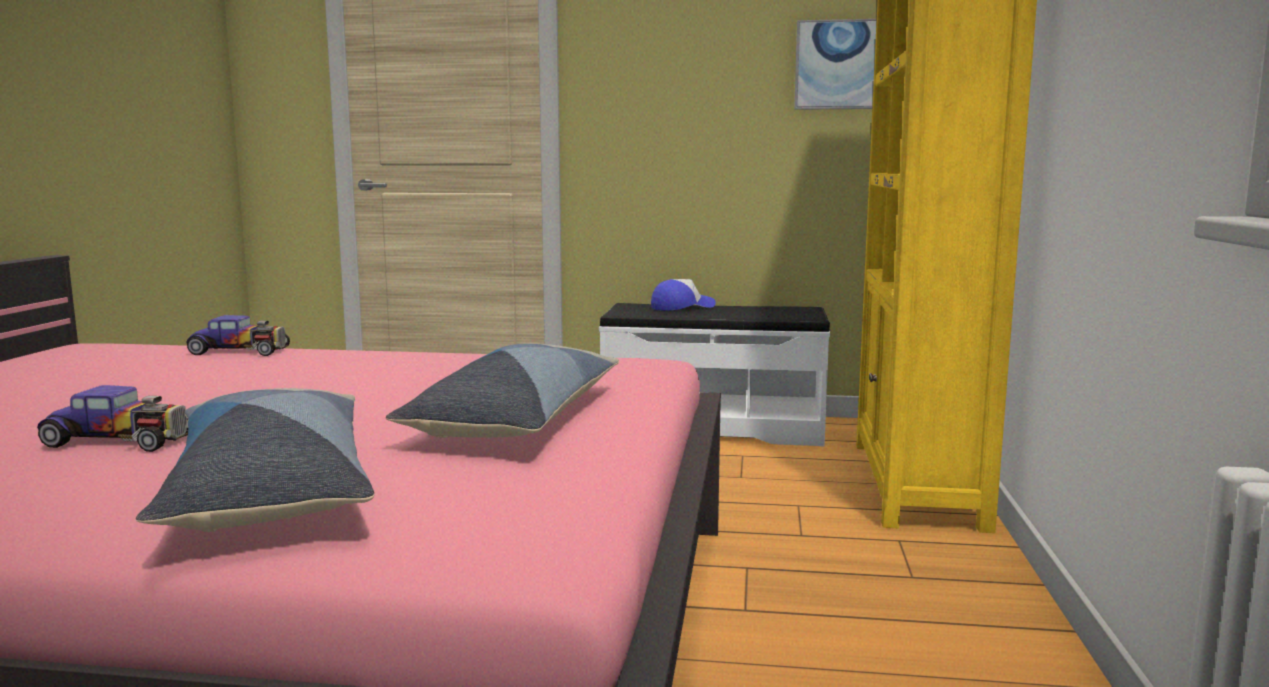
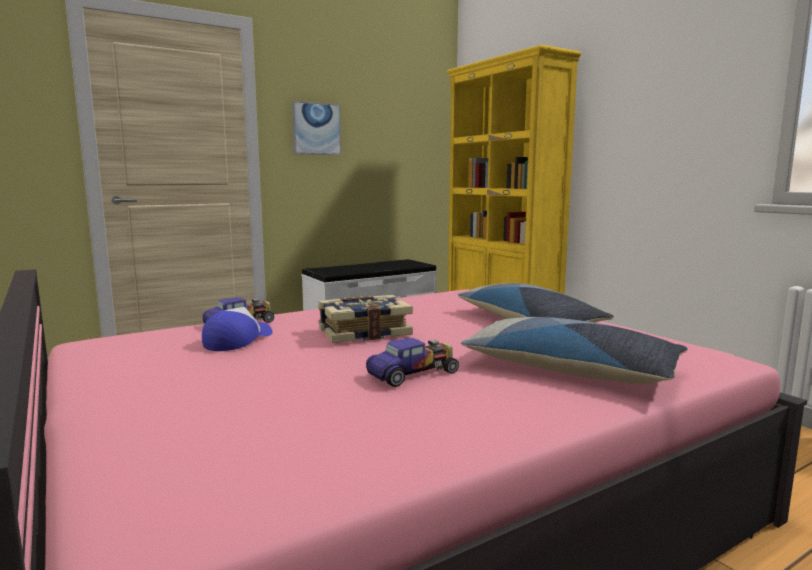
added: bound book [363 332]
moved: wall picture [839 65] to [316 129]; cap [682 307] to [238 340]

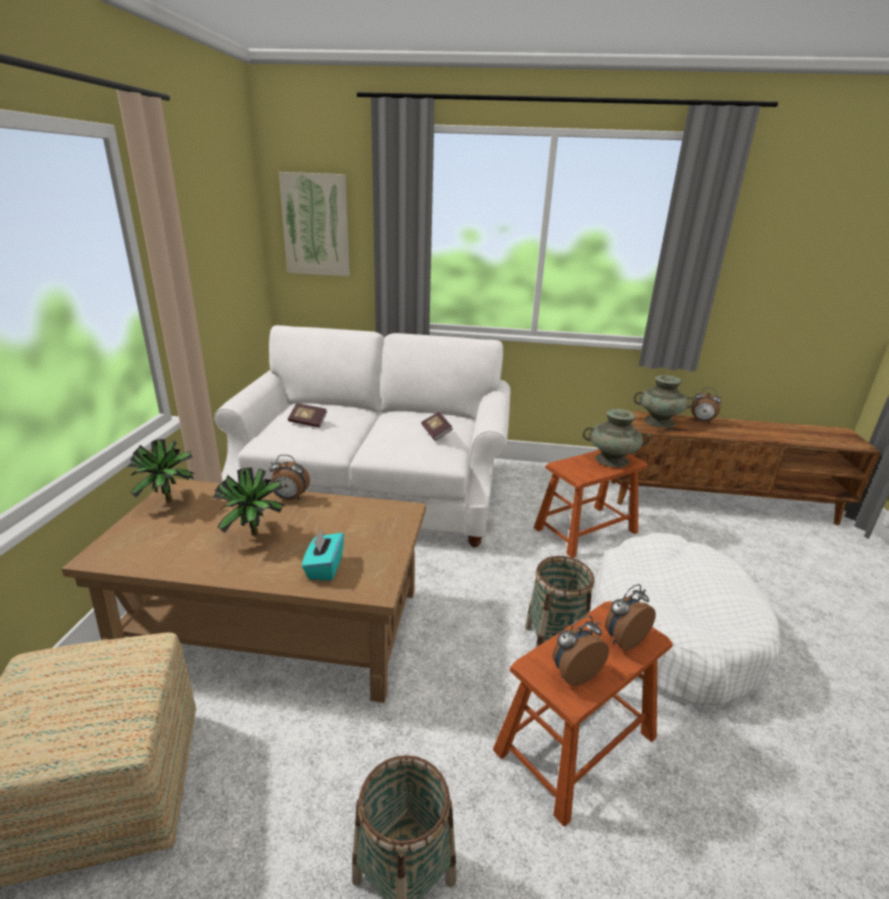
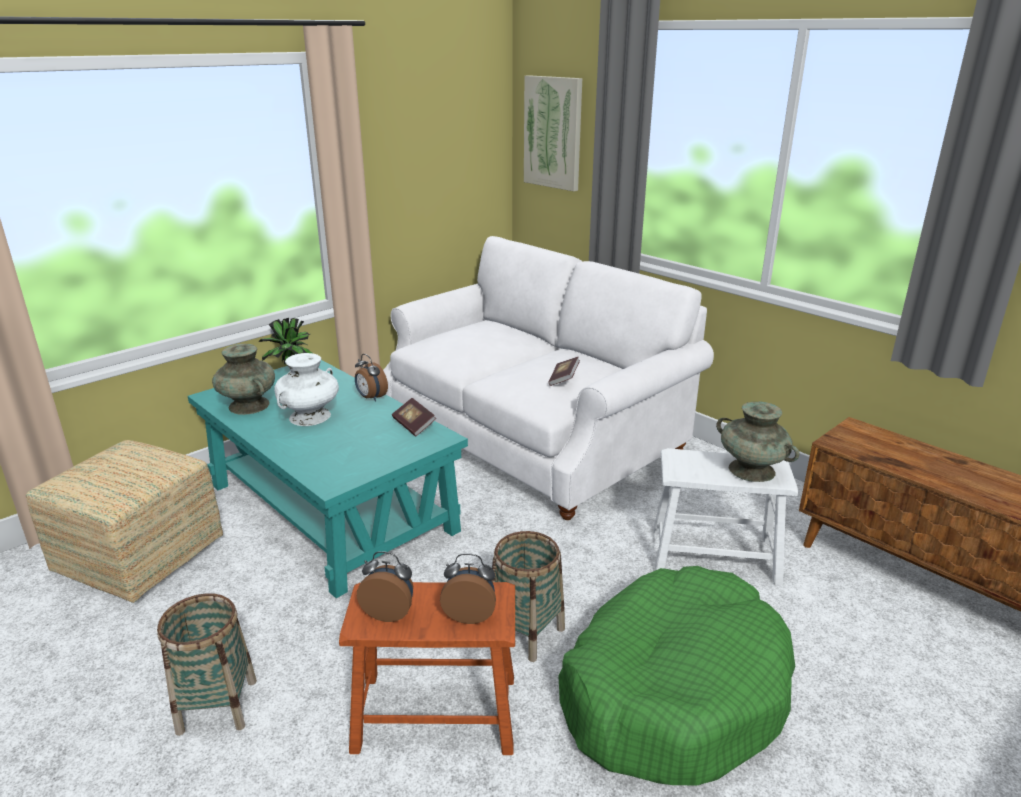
removed: bedside clock [701 421]; turquoise box of tissues [324 568]
moved: turquoise vase [659 422] to [249 406]; bound book [308 422] to [414 425]
replaced: houseplant [255 537] to white vase [309 417]
recoloured: brown stool [585 530] to white stool [714 554]; brown coffee table [276 623] to turquoise coffee table [332 507]; white dog bed [673 630] to greenish dog bed [672 691]

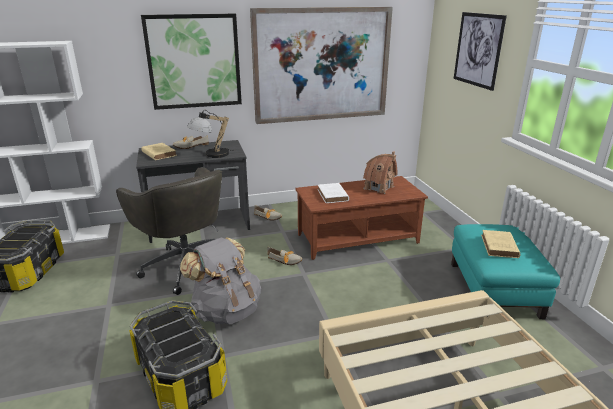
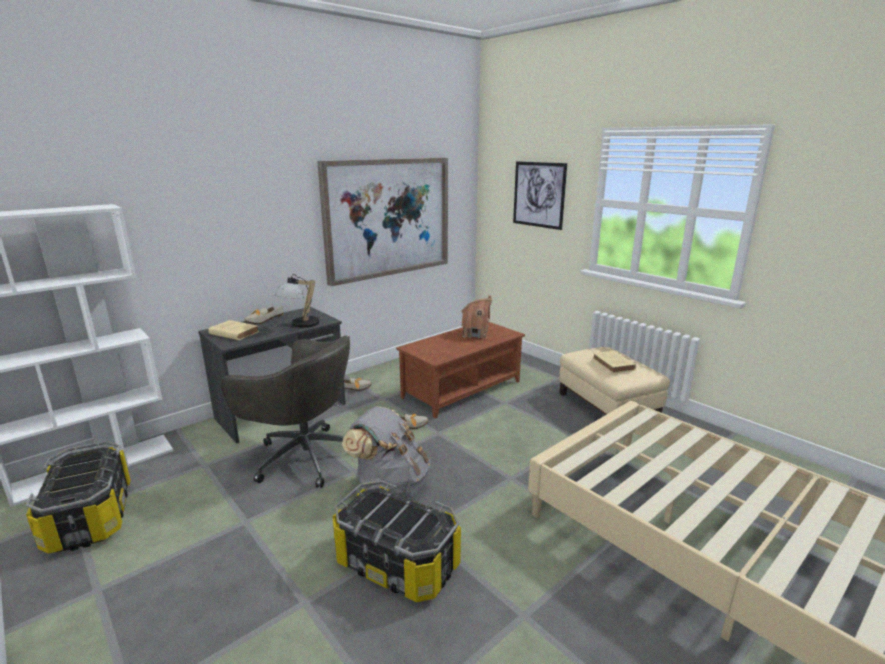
removed: wall picture [194 61]; white bound book [333 195]
recoloured: turquoise pouffe [494 289] to beige pouffe [608 406]

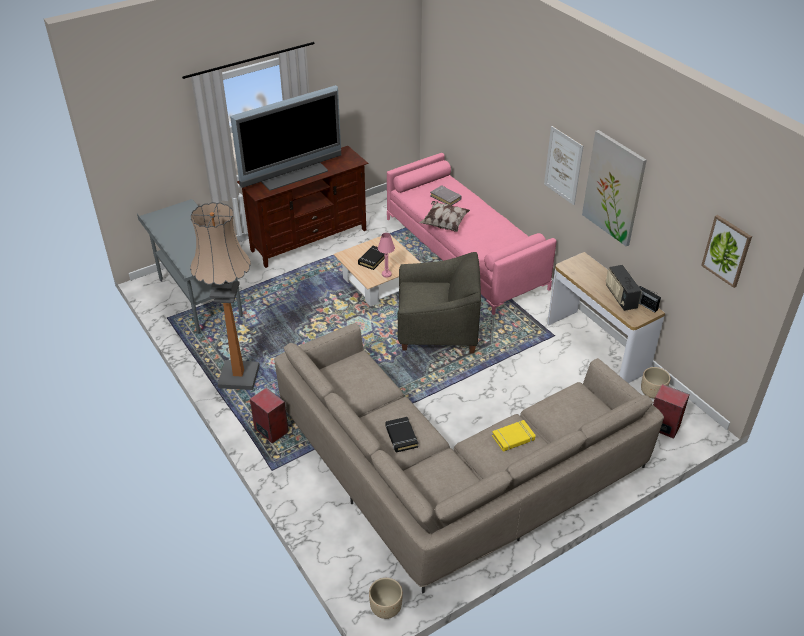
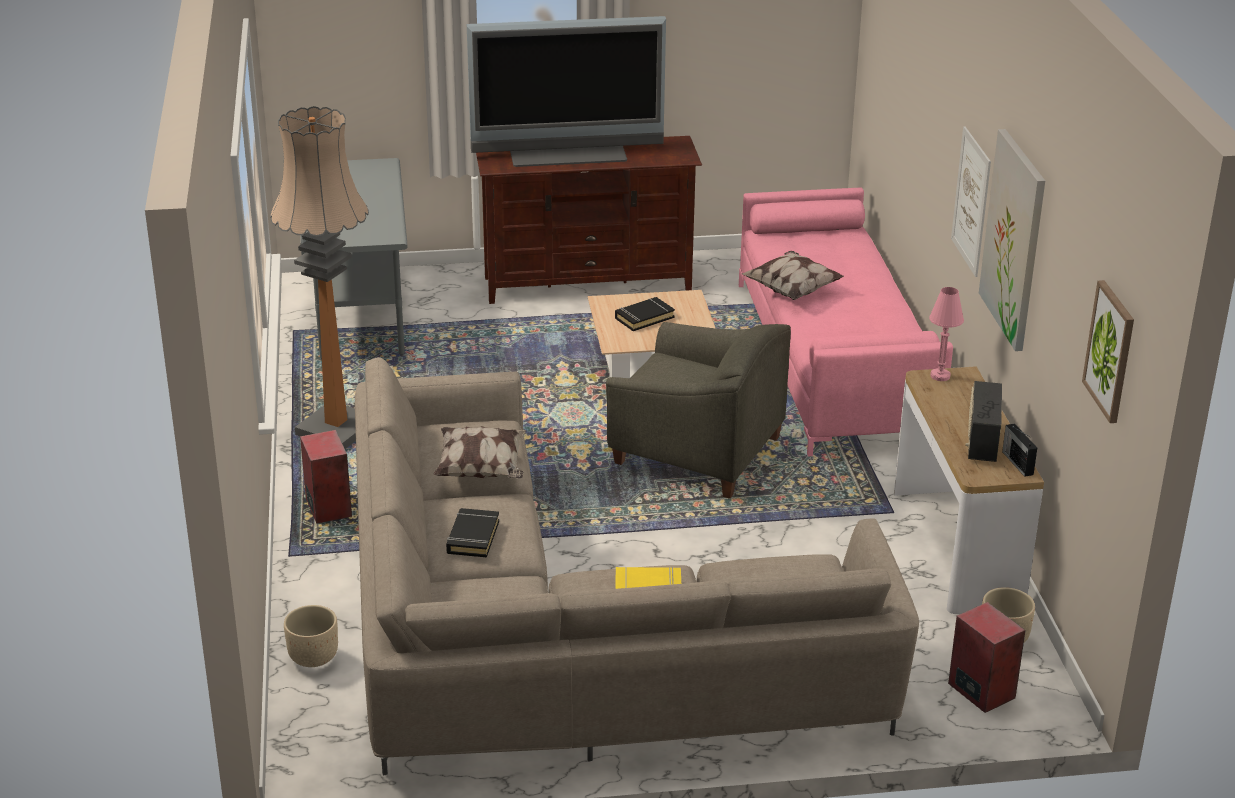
removed: greyish bound book [445 197]
added: pillow [481 470]
moved: pinkish table lamp [386 274] to [940 376]; beige flower pot [386 608] to [313 657]

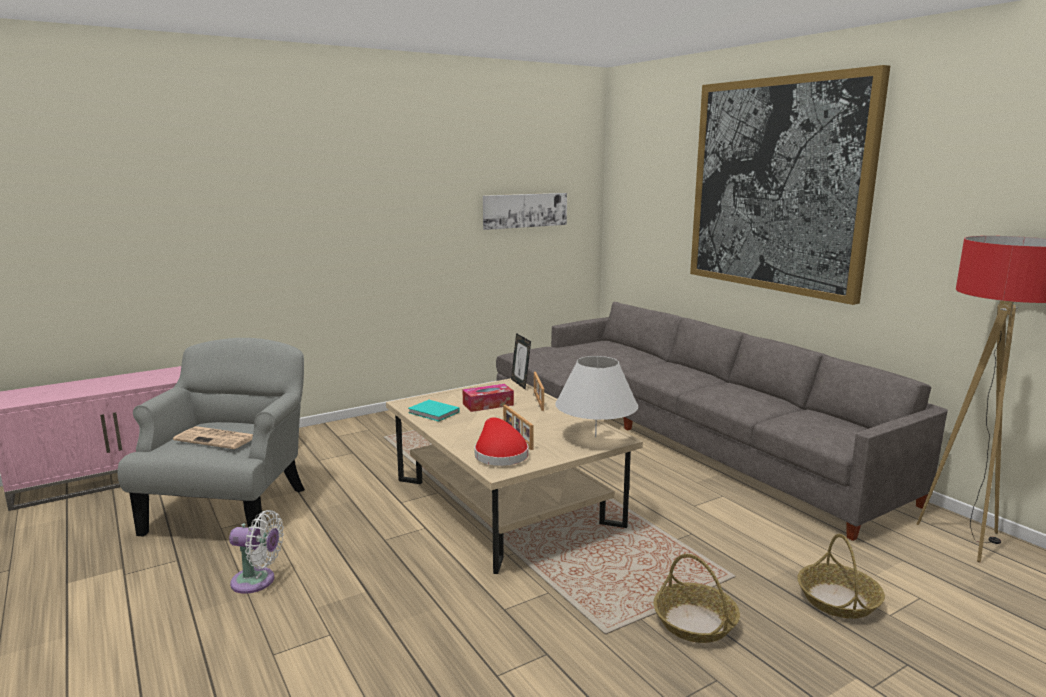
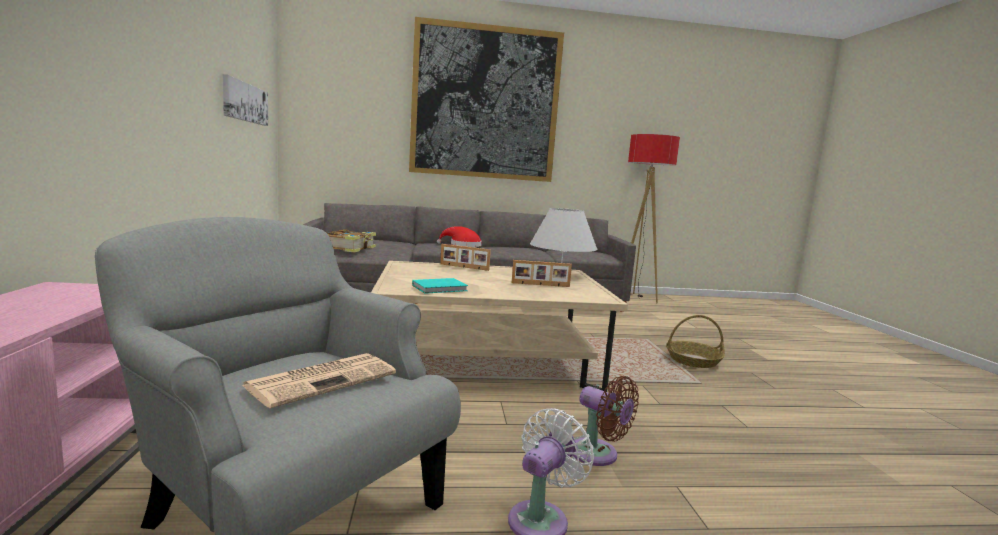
removed: standing frame [520 383]; box of tissues [488 404]; basket [838 600]
added: bound book [350 248]; brown fan [598 455]
moved: red-coloured hat [499 454] to [462 245]

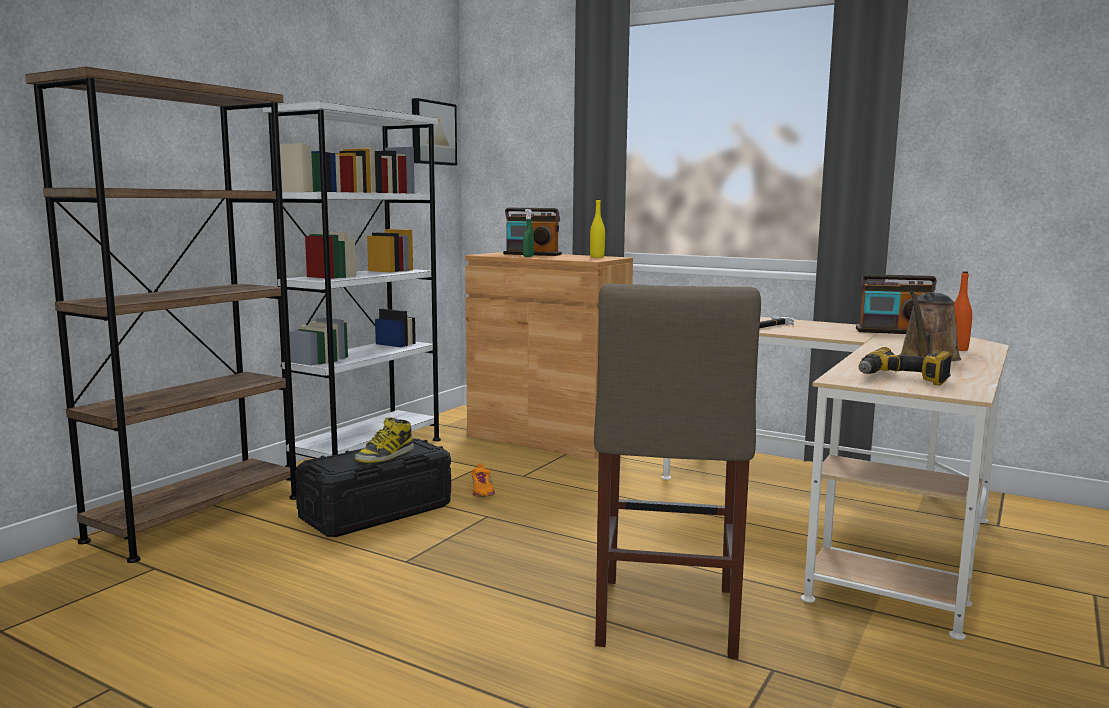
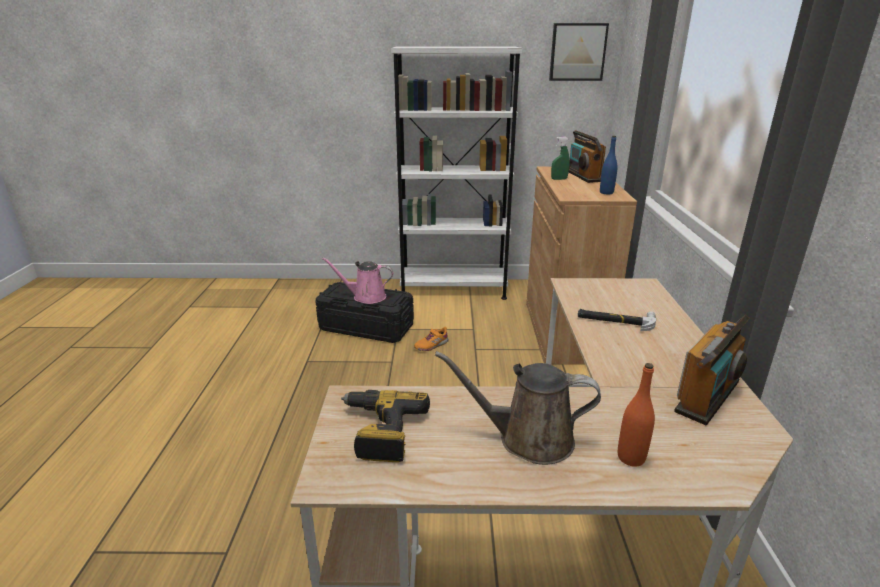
removed: brown bookcase [197 518]; beige stool [665 620]
replaced: tall boot [385 456] to pinkish watering can [366 297]
recoloured: yellowish bottle [597 257] to blue bottle [606 192]
turned: radio [893 332] = [707 396] 120 degrees counterclockwise

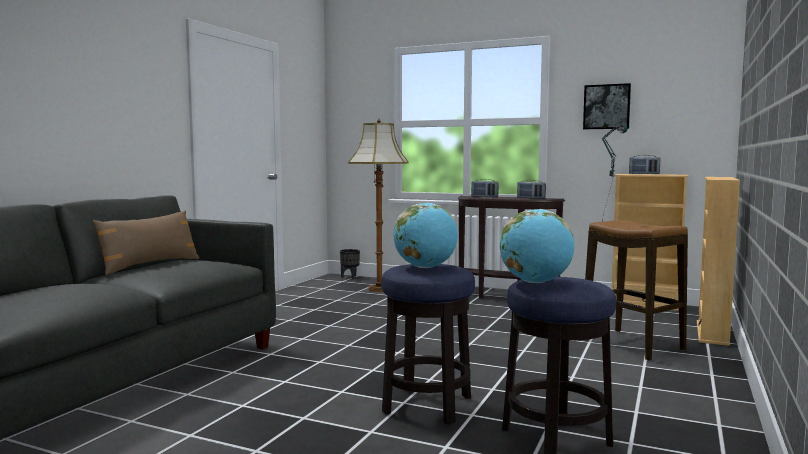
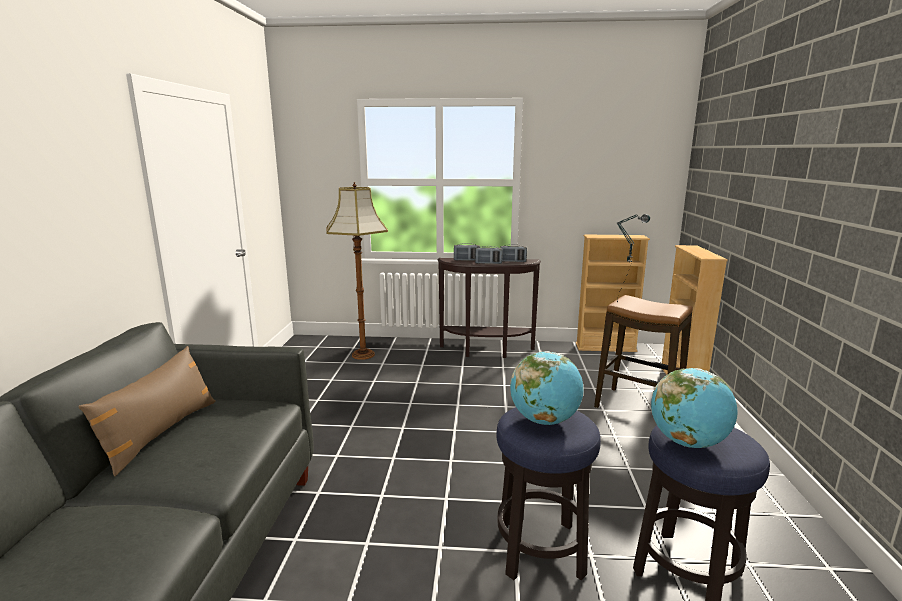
removed: wall picture [606 107]; blackish flower pot [350 277]
moved: radio [644 174] to [488 263]

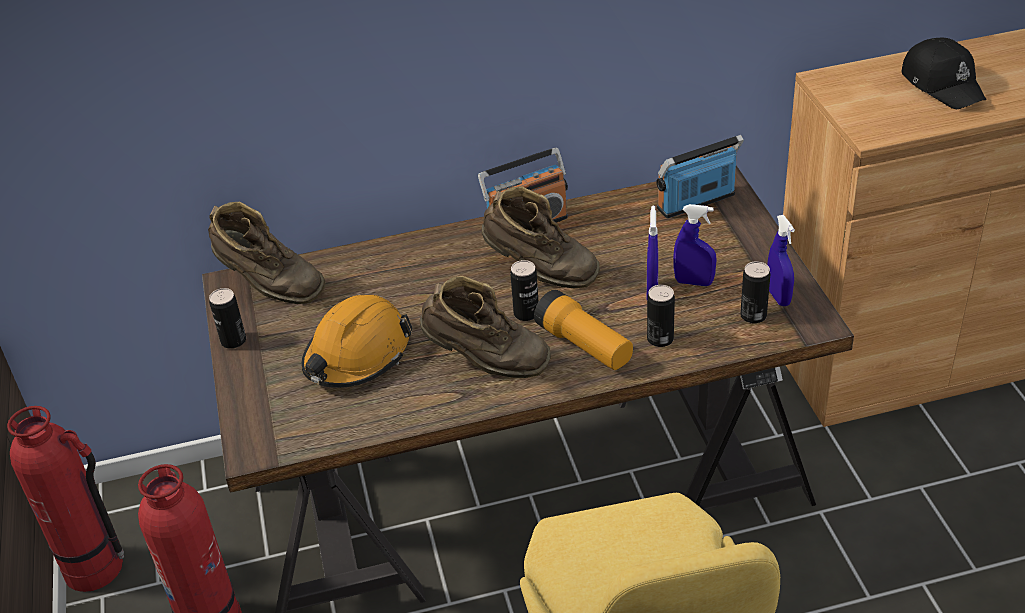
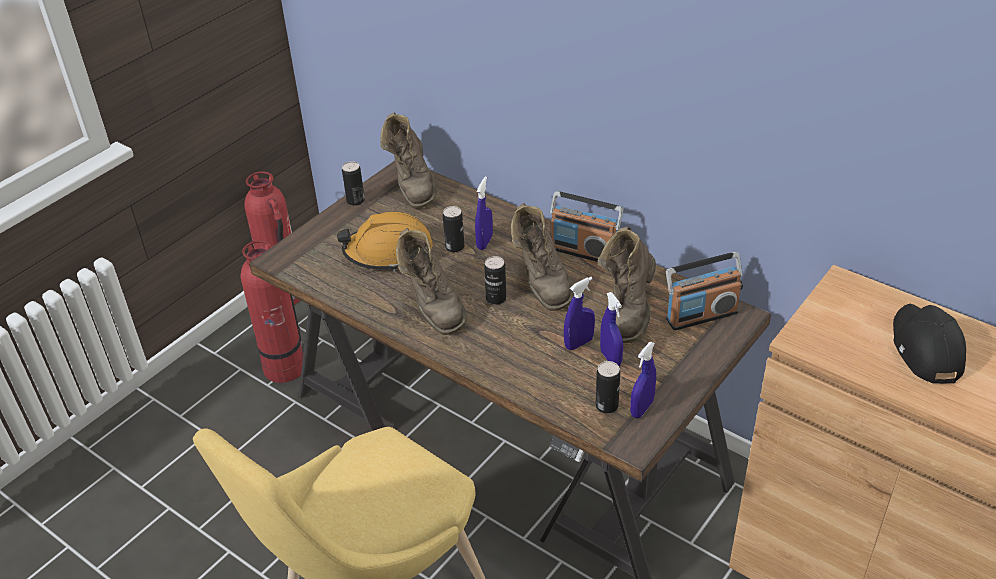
removed: hand torch [584 345]
added: blue hand sprayer [484 242]; brown tall boot [628 312]
moved: sealed can [660 339] to [454 247]
turned: blackish cap [943 84] = [924 349] 150 degrees clockwise; radio [696 202] = [701 315] 135 degrees clockwise

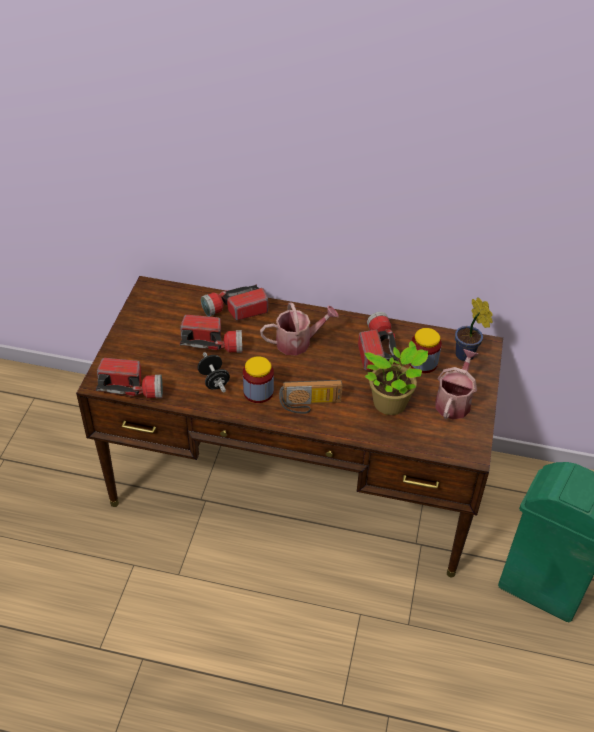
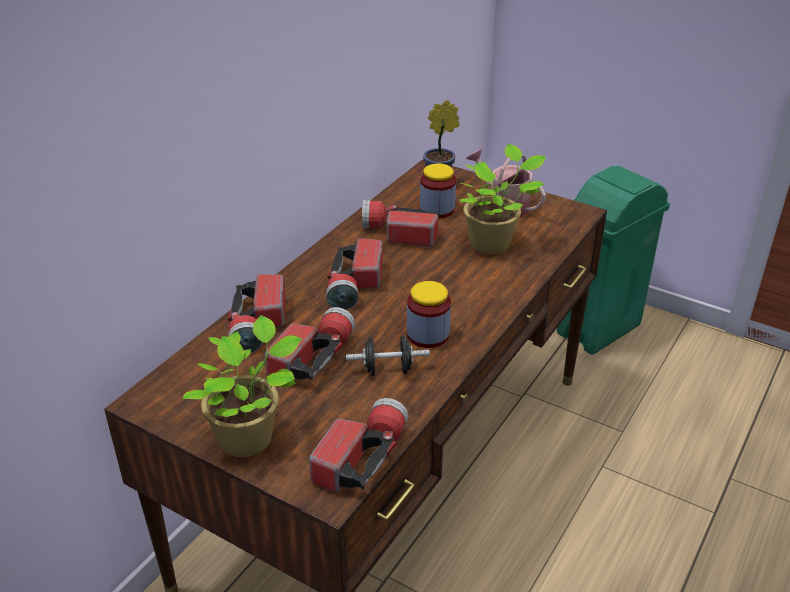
removed: radio [310 405]
added: houseplant [250 438]
replaced: watering can [298 342] to hand torch [354 285]

